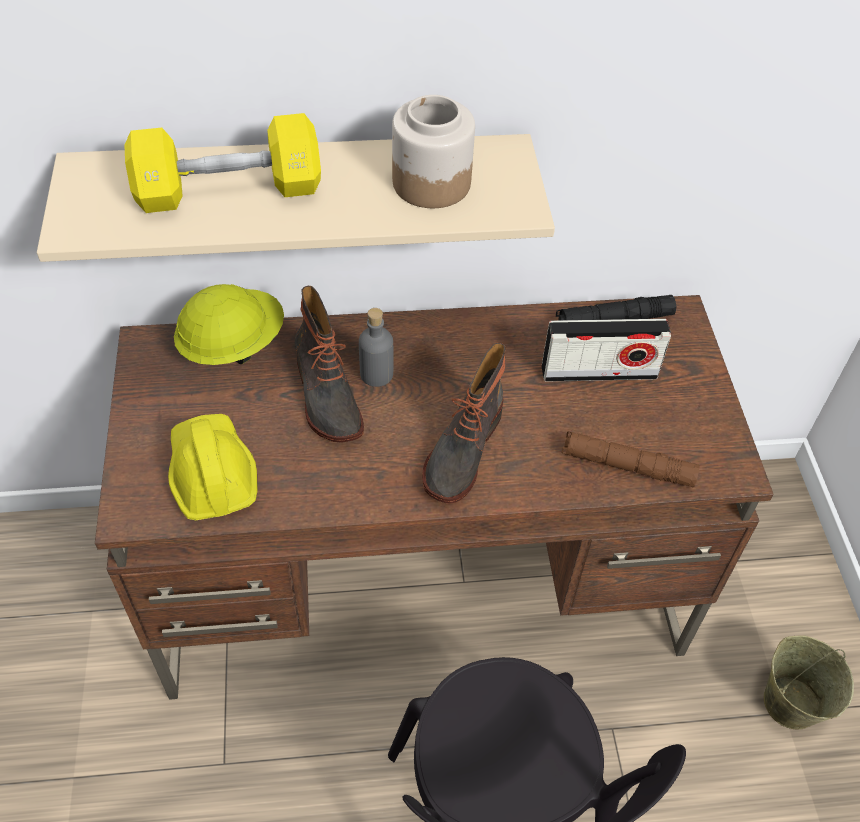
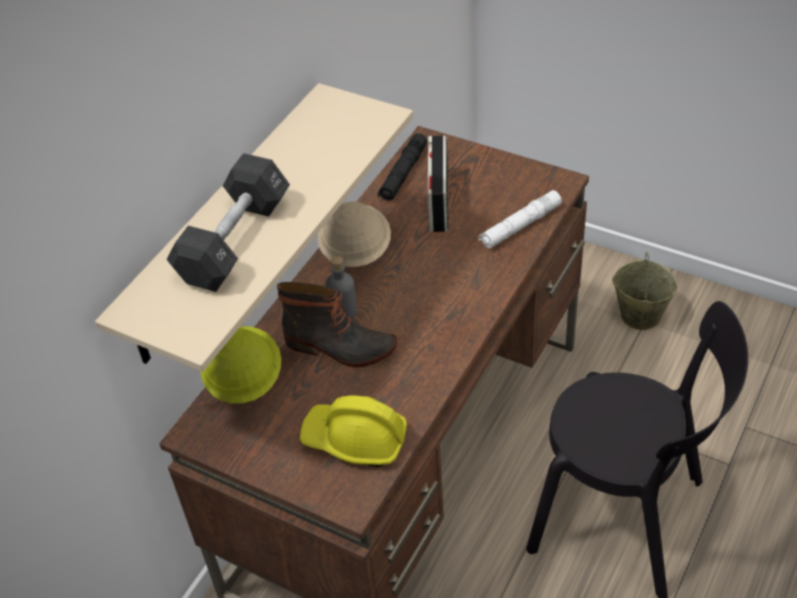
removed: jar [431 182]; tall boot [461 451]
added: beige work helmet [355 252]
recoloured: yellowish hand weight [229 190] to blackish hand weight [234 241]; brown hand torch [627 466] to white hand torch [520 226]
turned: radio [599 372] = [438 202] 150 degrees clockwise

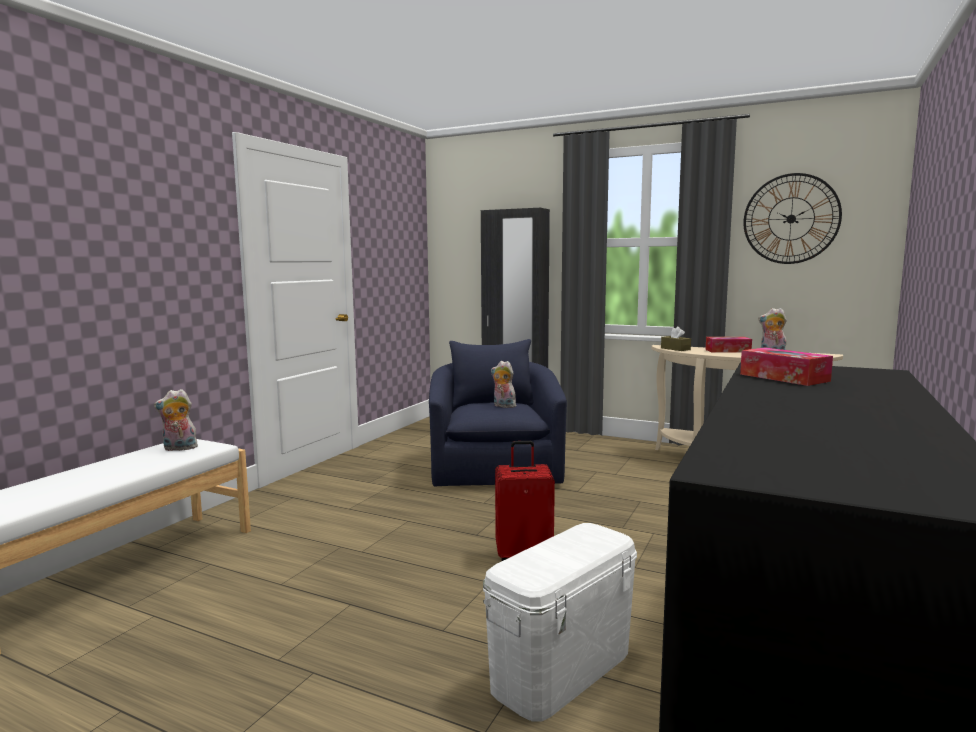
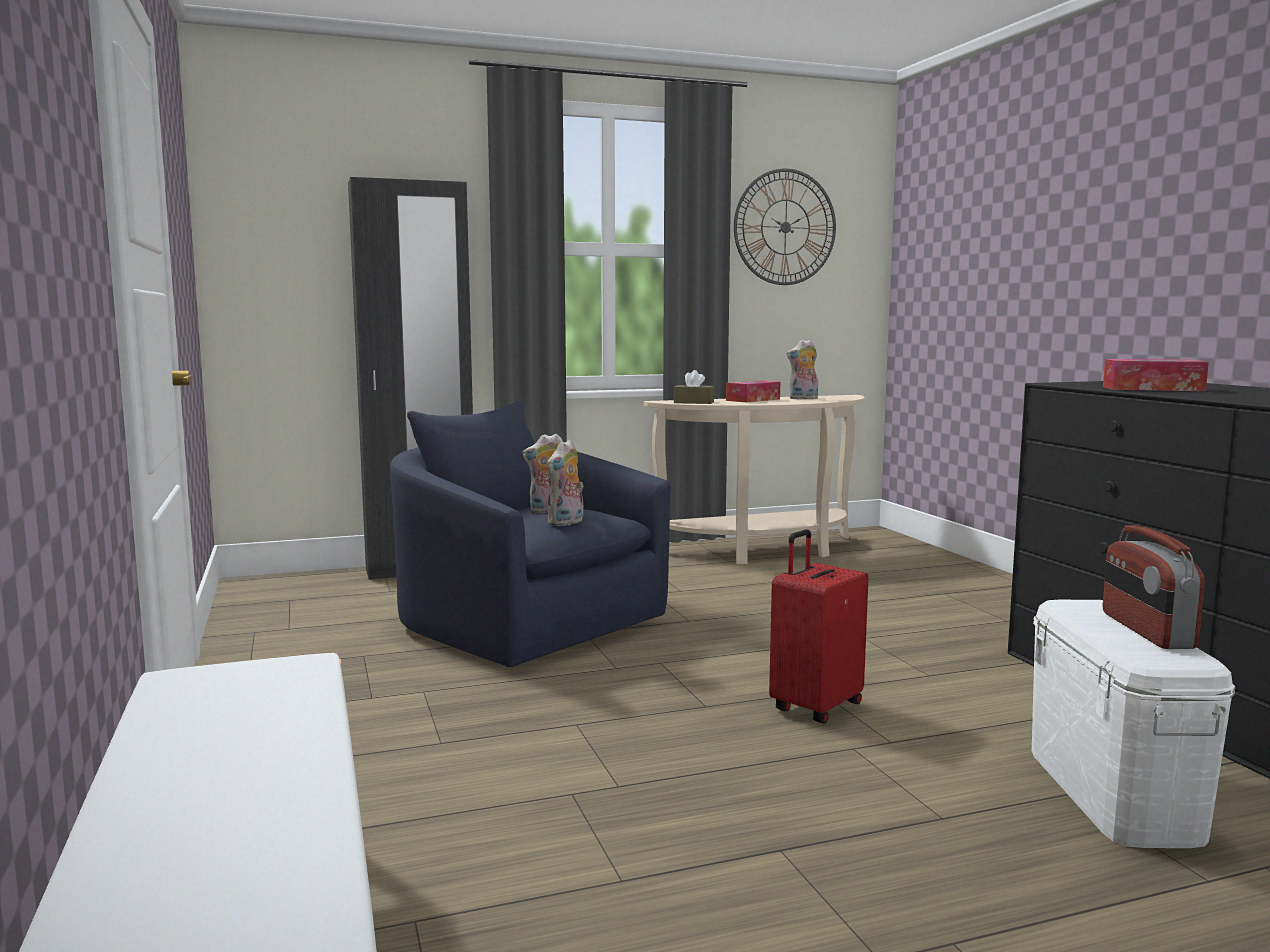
added: radio [1145 630]
moved: cuddly toy [179 449] to [566 523]

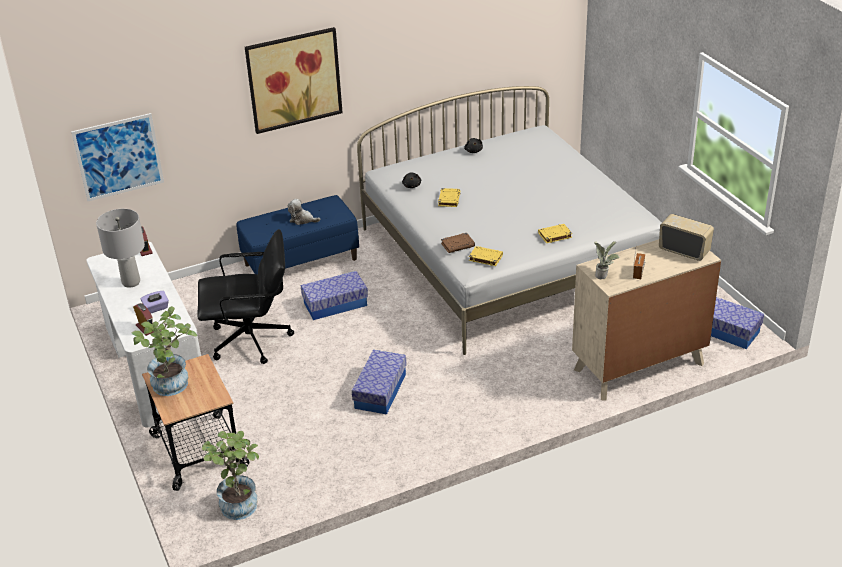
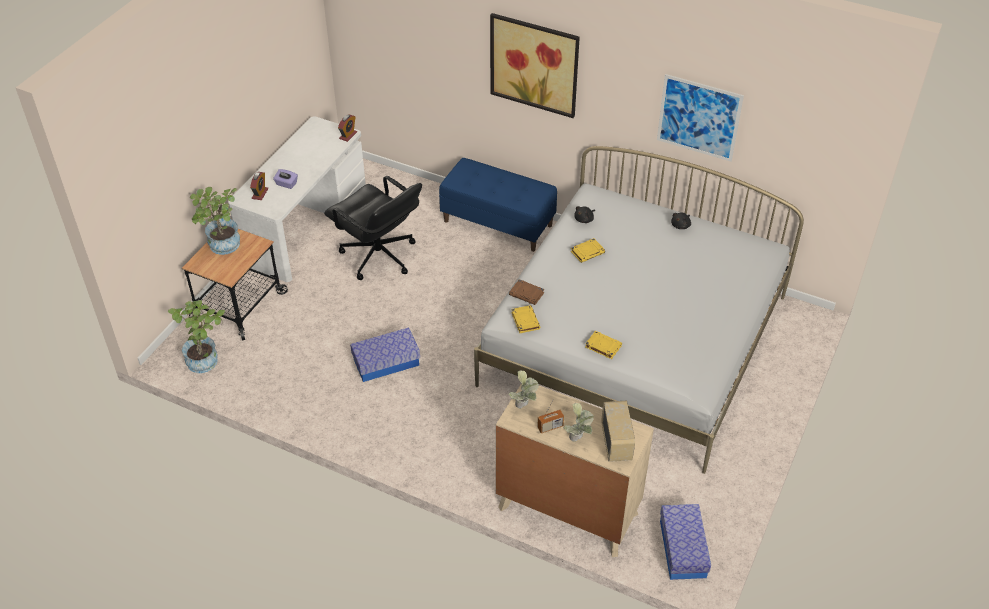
removed: cuddly toy [302 220]; greyish table lamp [131 282]; storage container [335 304]
added: houseplant [578 438]
moved: wall picture [118 157] to [699 117]

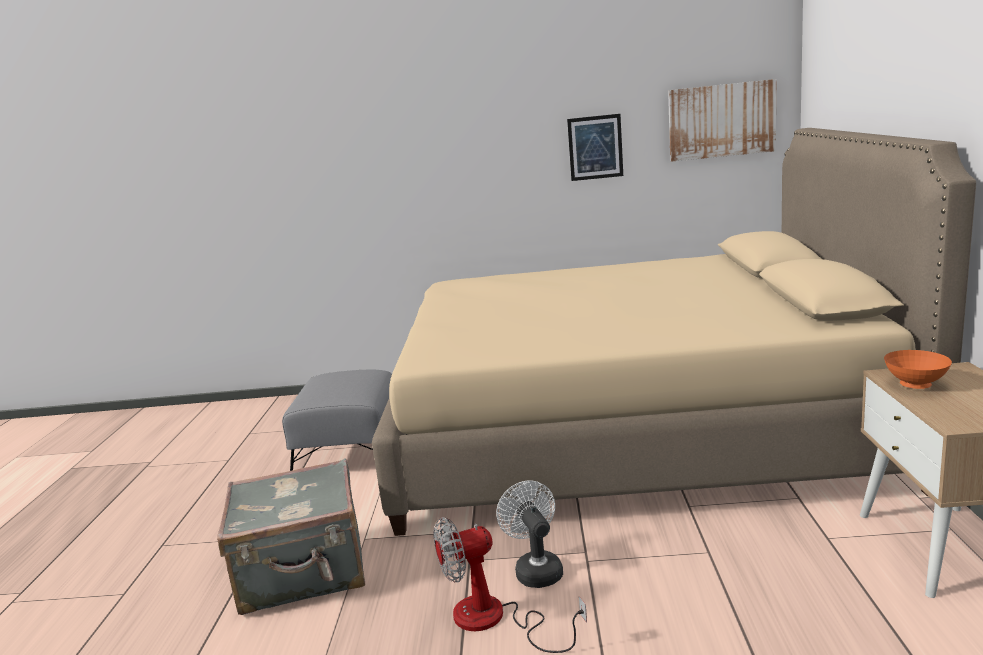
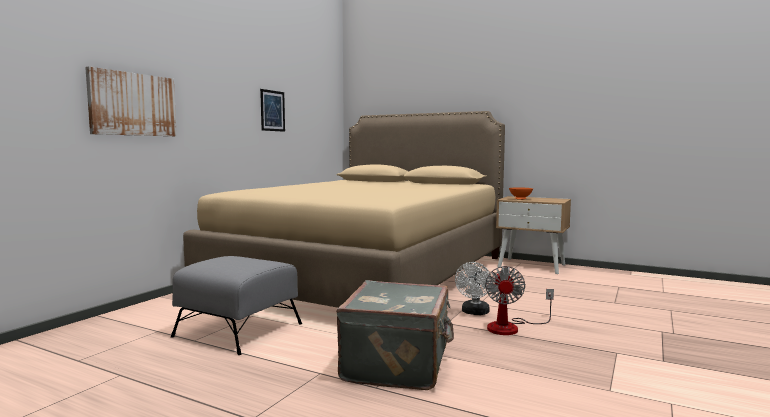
moved: wall picture [721 120] to [133 104]
turned: white fan [535 569] = [474 313] 75 degrees counterclockwise

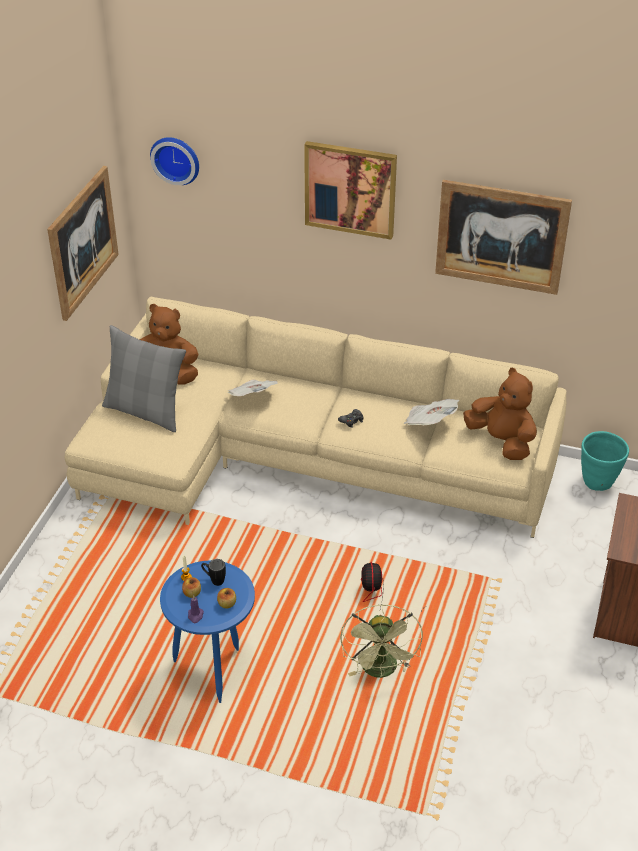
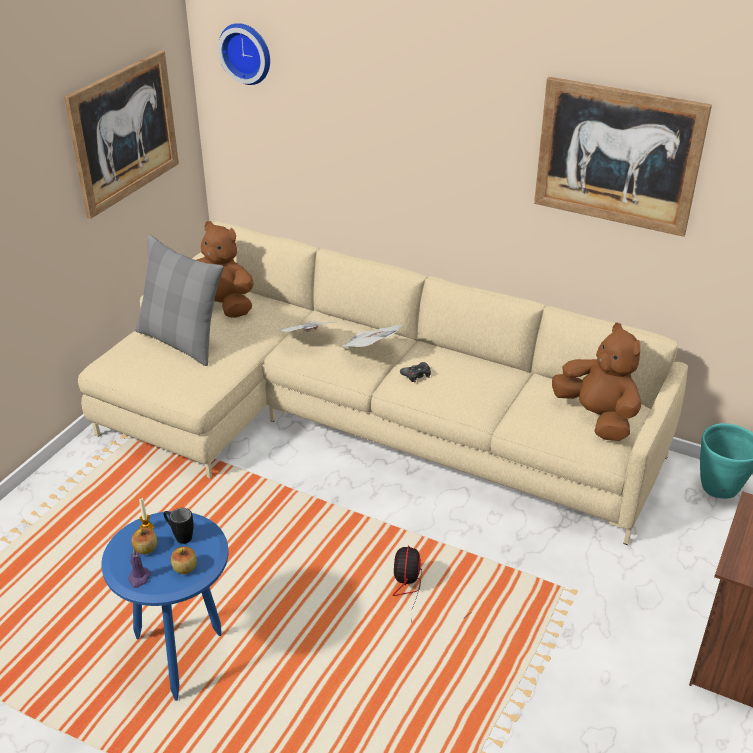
removed: wall picture [350 189]; greenish fan [381 671]
moved: newspaper [430 422] to [371 350]

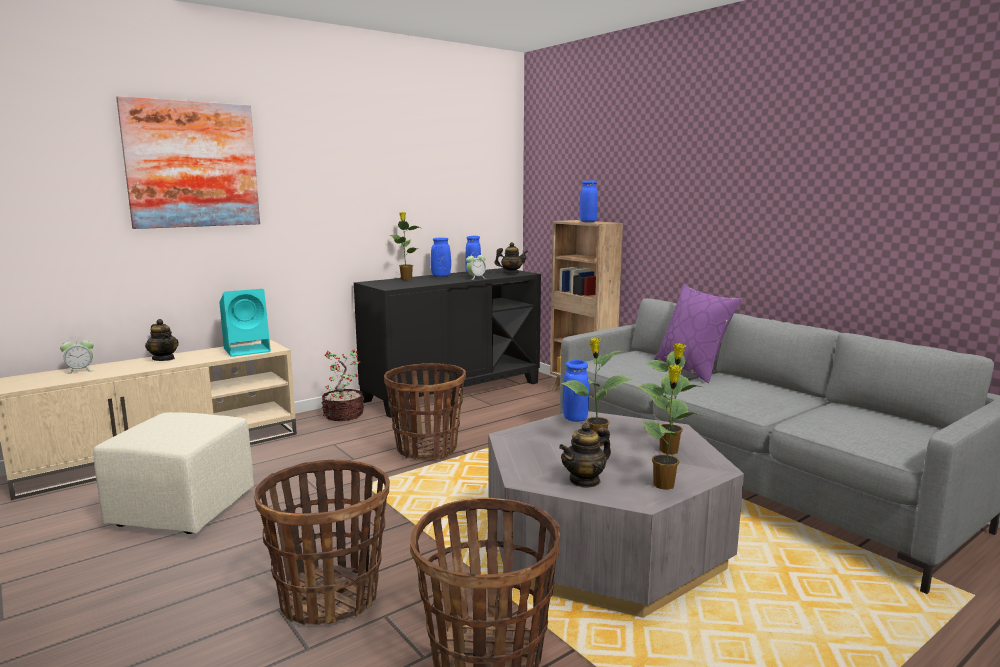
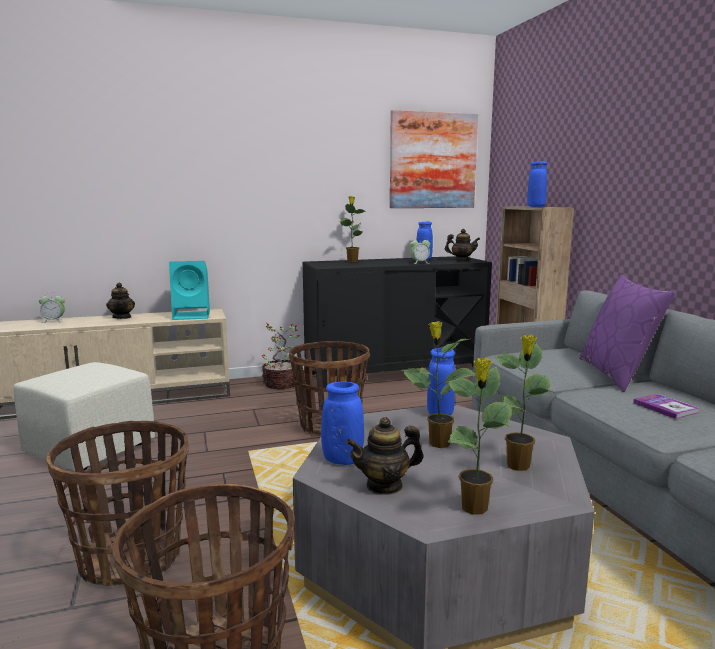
added: bound book [665 408]
moved: wall picture [192 165] to [433 161]; blue vase [441 276] to [342 460]

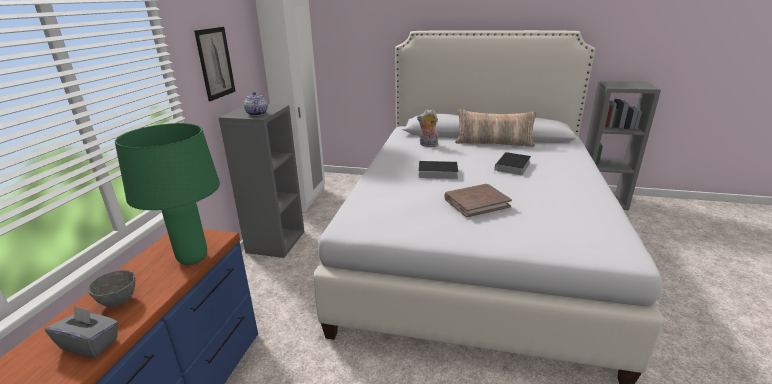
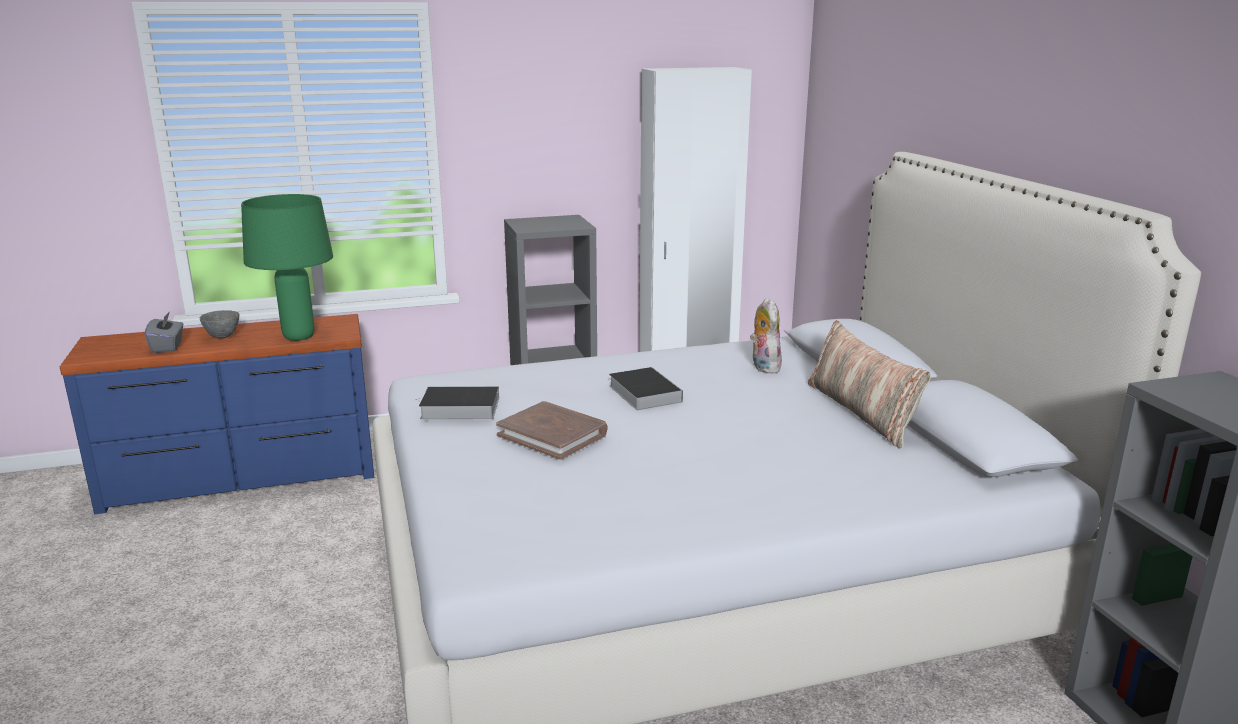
removed: wall picture [215 63]; pot for tea [256 114]
moved: bound book [512 167] to [457 408]

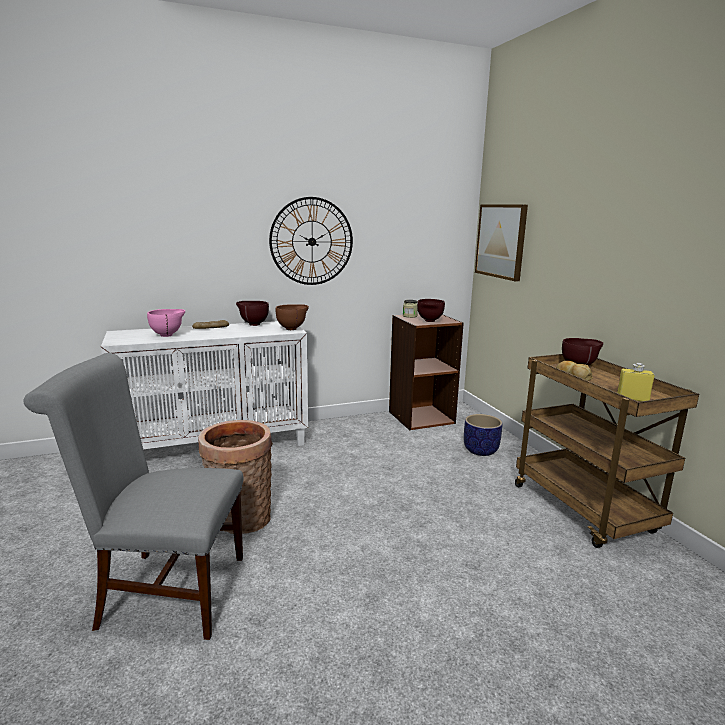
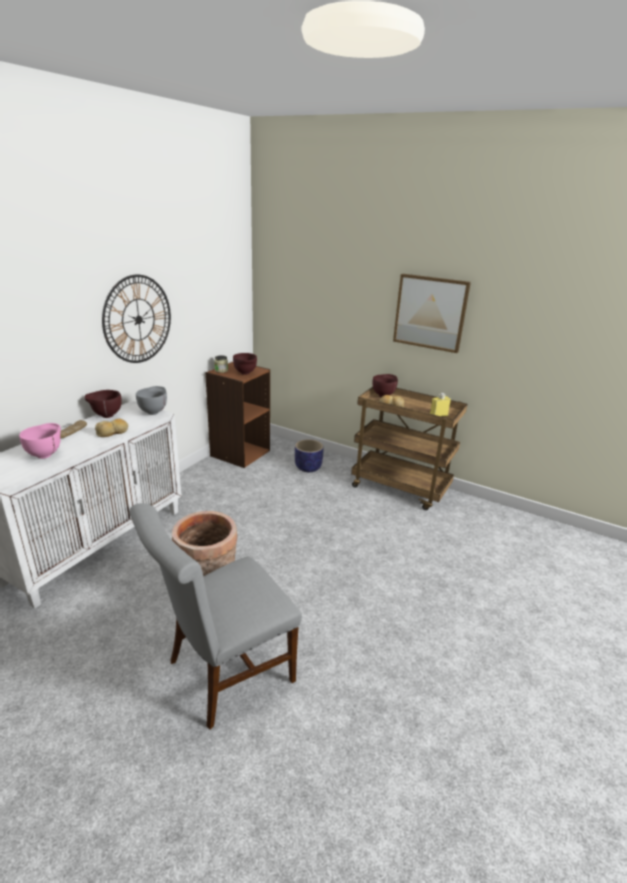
added: bread [113 432]
moved: wall picture [501 241] to [430 312]
recoloured: brown bowl [292 329] to greyish bowl [154 412]

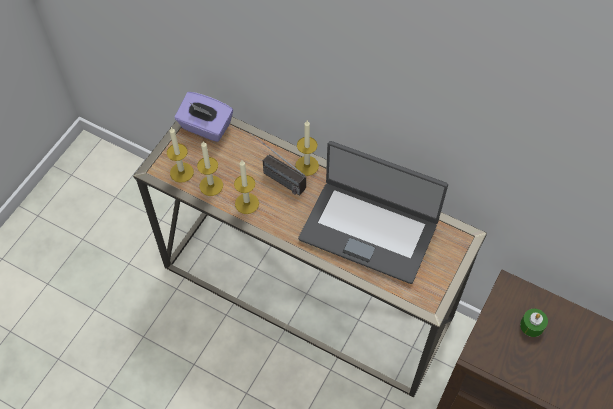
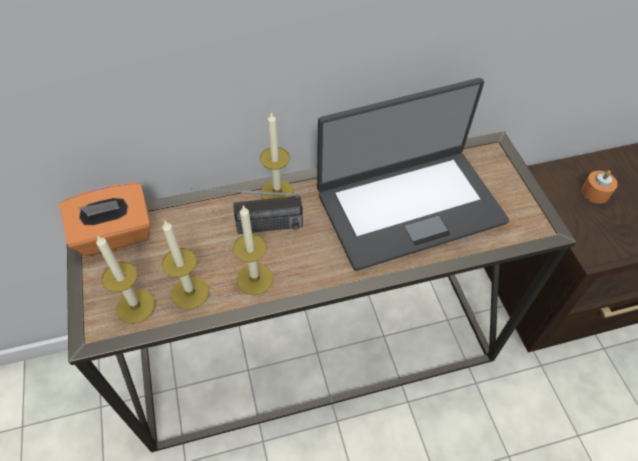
recoloured: purple-coloured box of tissues [205 127] to orange box of tissues [115 235]; greenish wax light [532 325] to orange wax light [595 192]

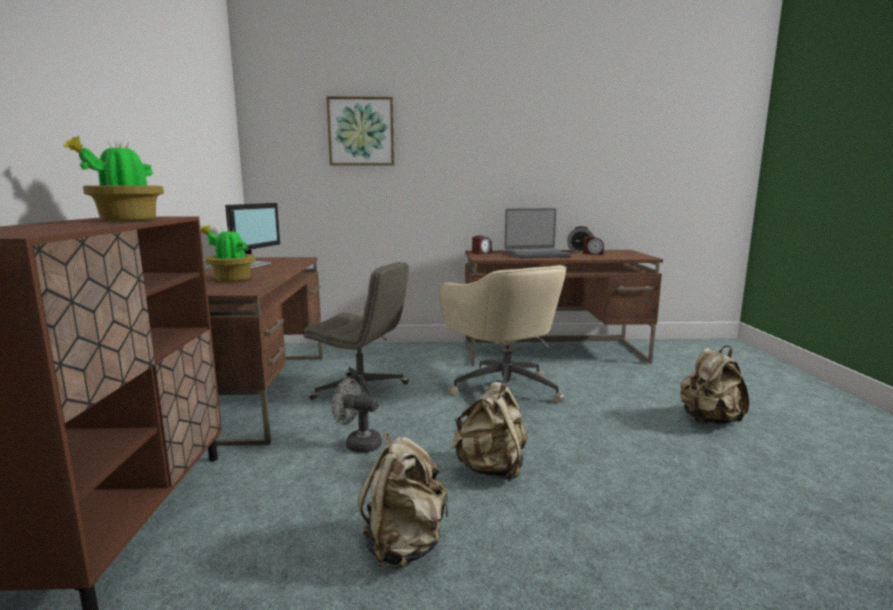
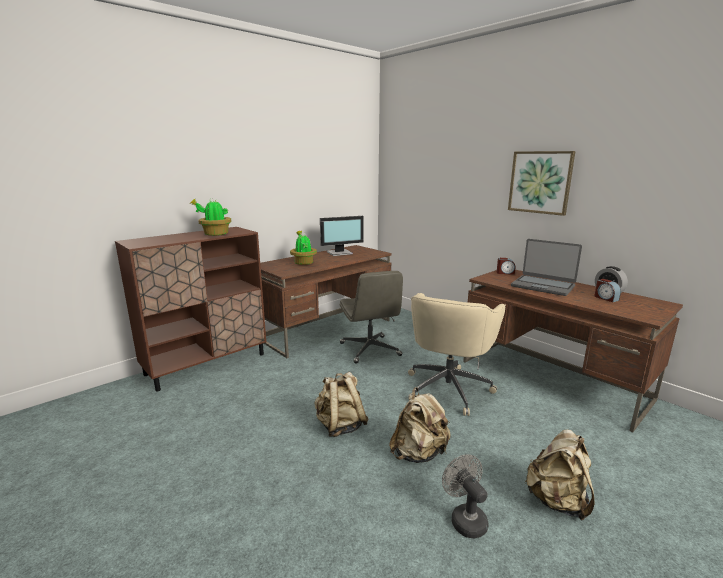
moved: wall picture [361 131] to [540 182]; greyish fan [358 444] to [465 518]; beige knapsack [405 544] to [419 453]

